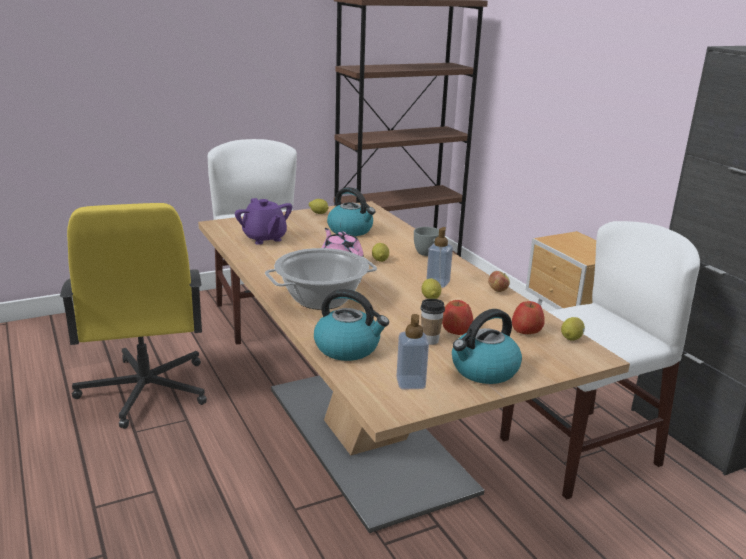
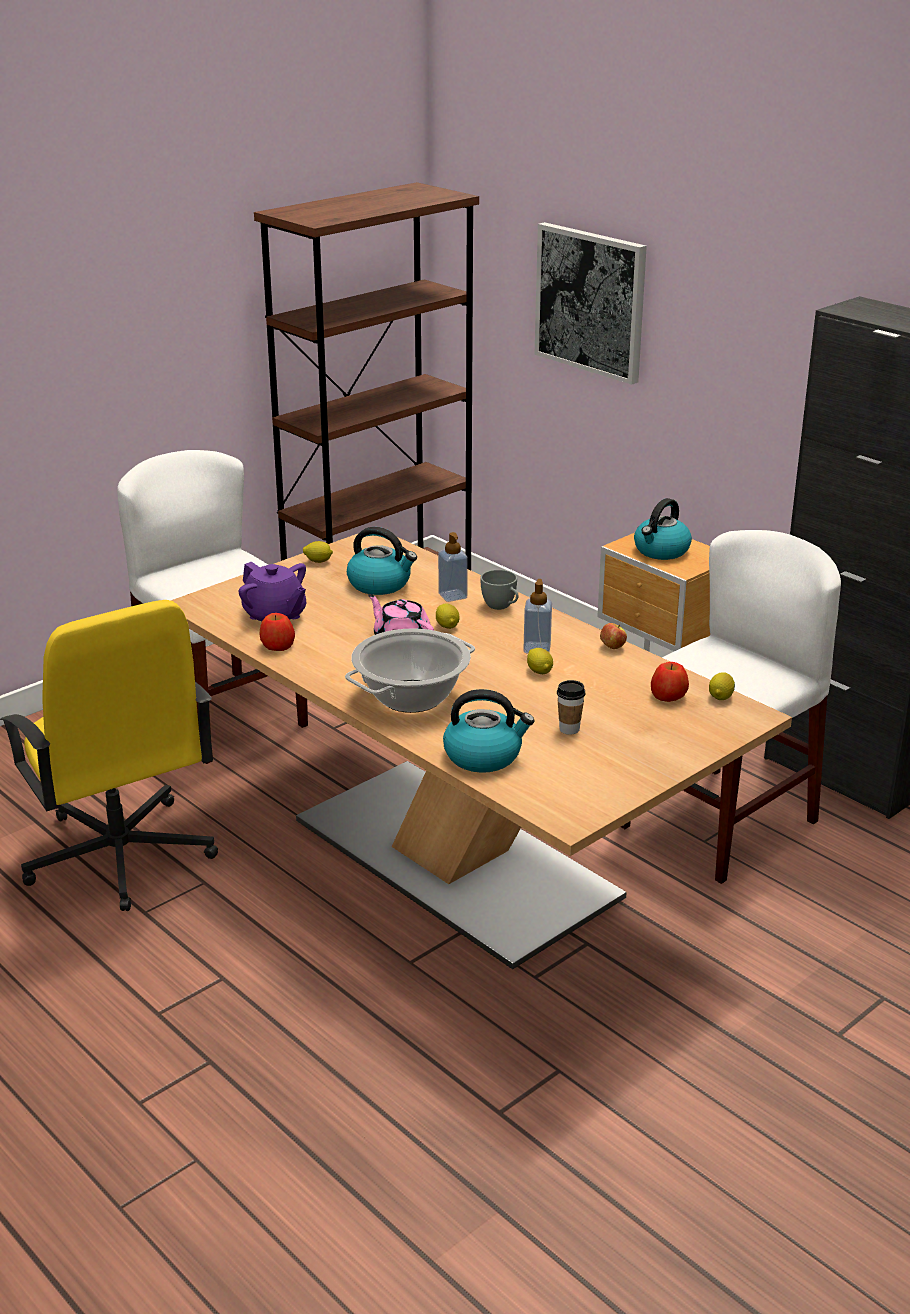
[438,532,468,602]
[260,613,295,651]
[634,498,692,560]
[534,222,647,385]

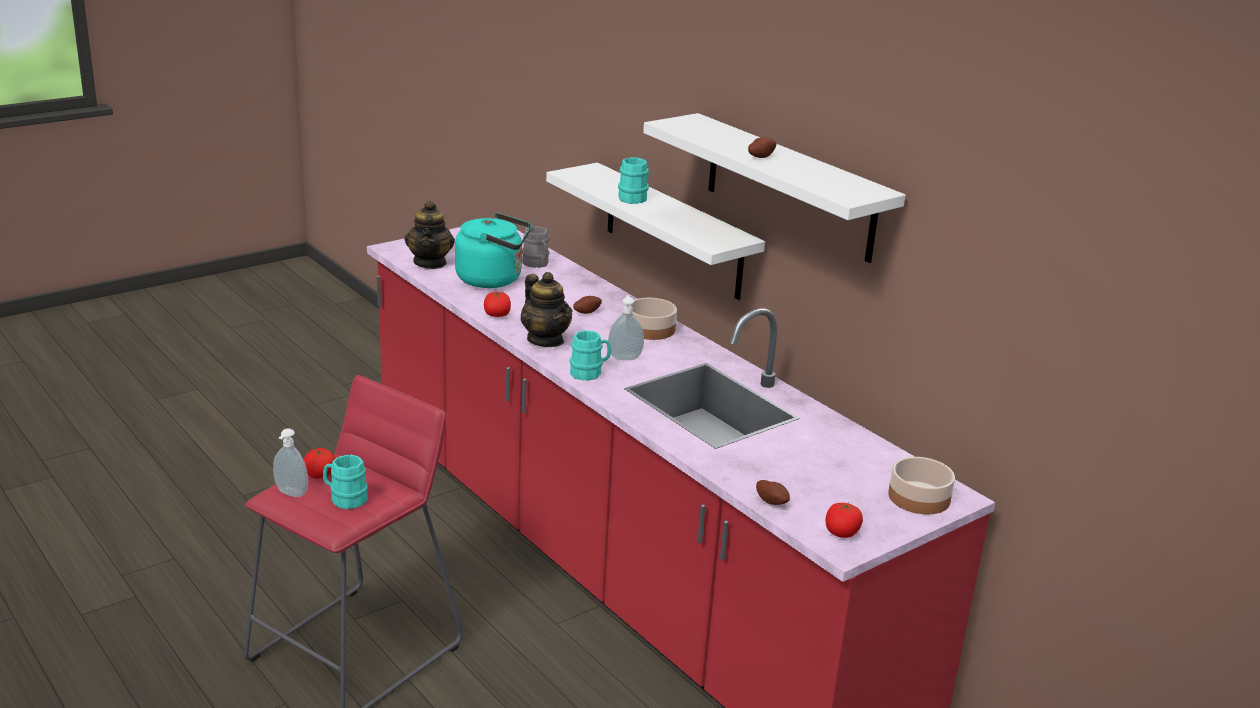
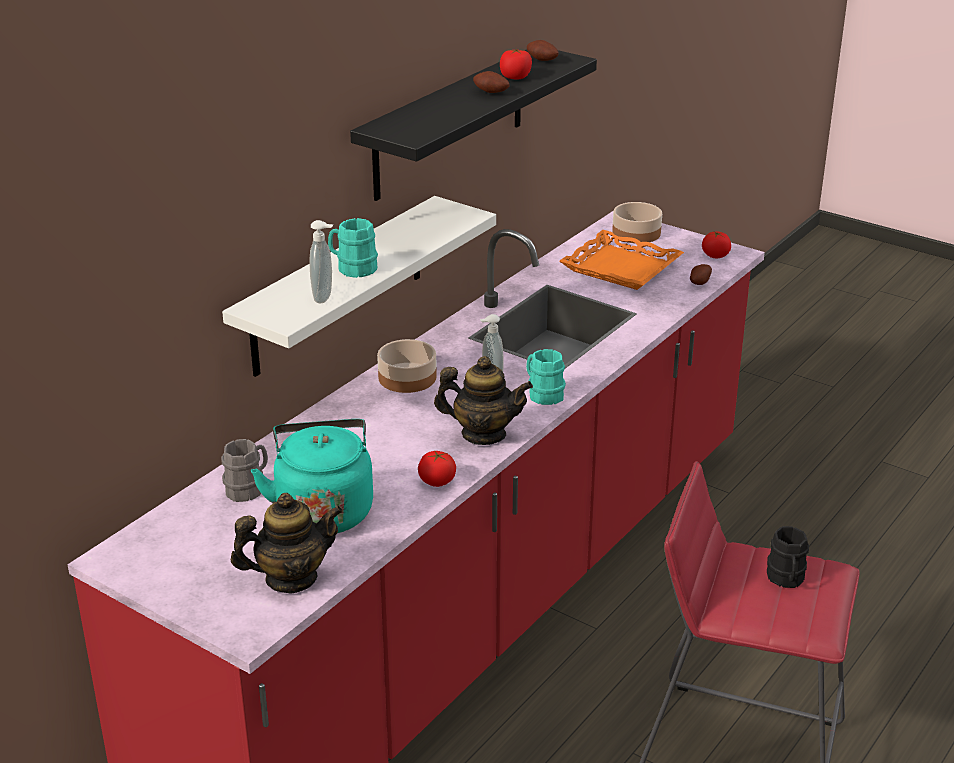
[309,220,333,303]
[500,48,532,80]
[767,526,809,588]
[434,356,533,445]
[527,40,559,61]
[350,49,597,201]
[559,230,684,290]

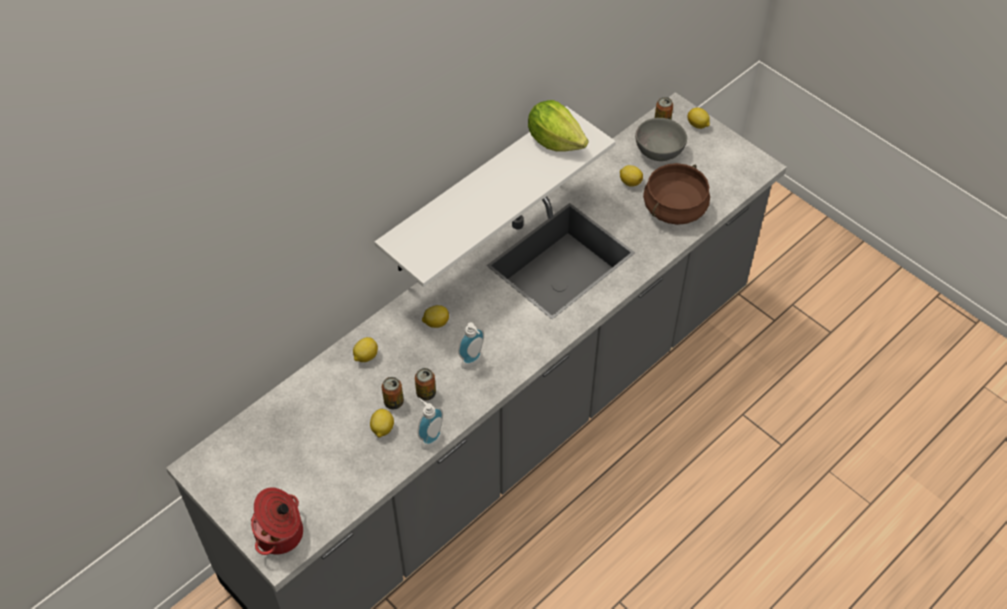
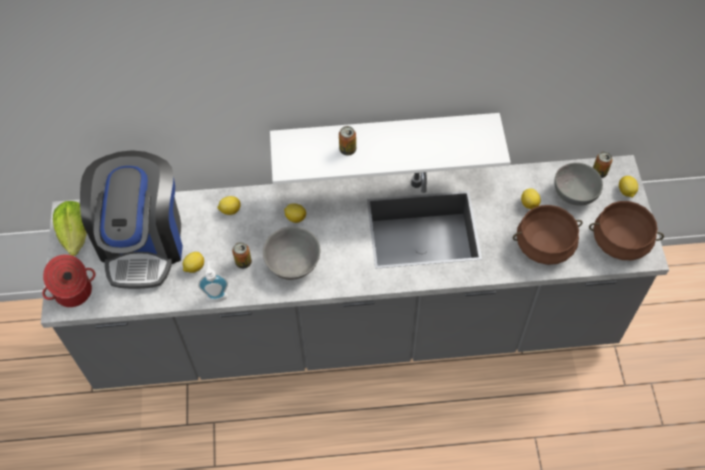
[339,126,356,156]
[263,227,320,280]
[53,201,87,256]
[80,150,183,289]
[589,201,664,260]

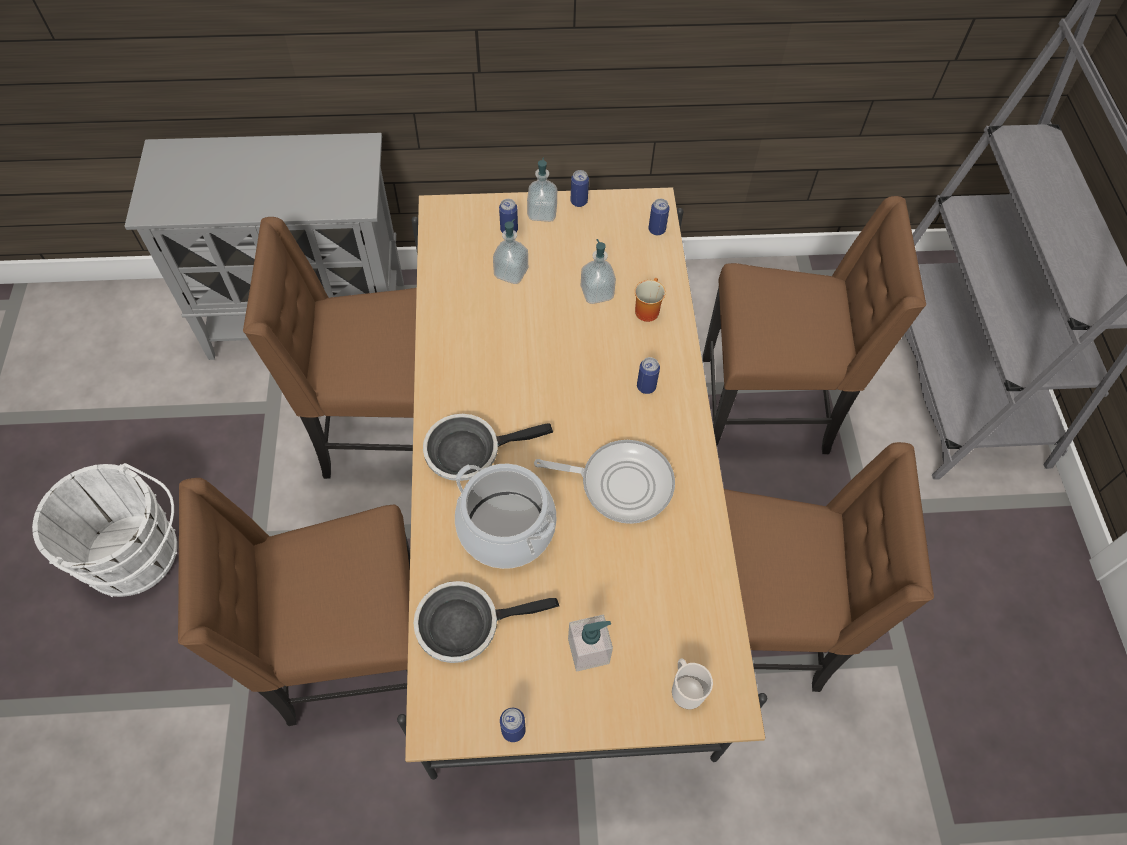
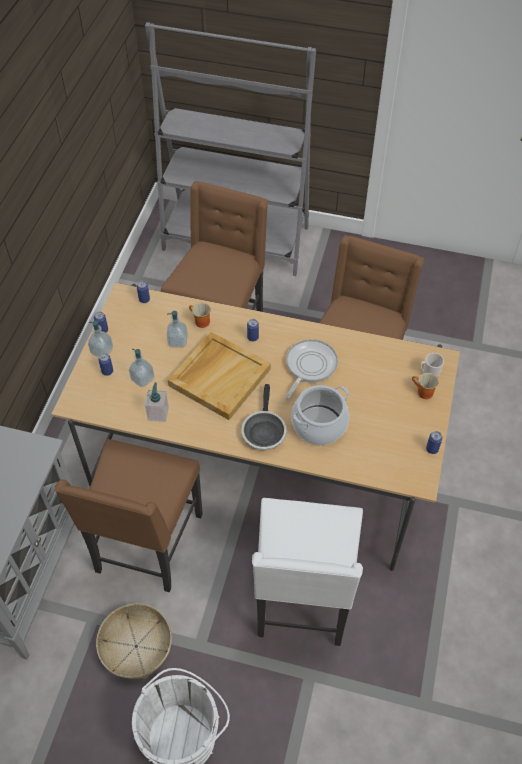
[252,498,363,646]
[413,581,559,663] (first image)
[145,382,169,422]
[96,603,172,679]
[168,332,271,420]
[412,373,439,399]

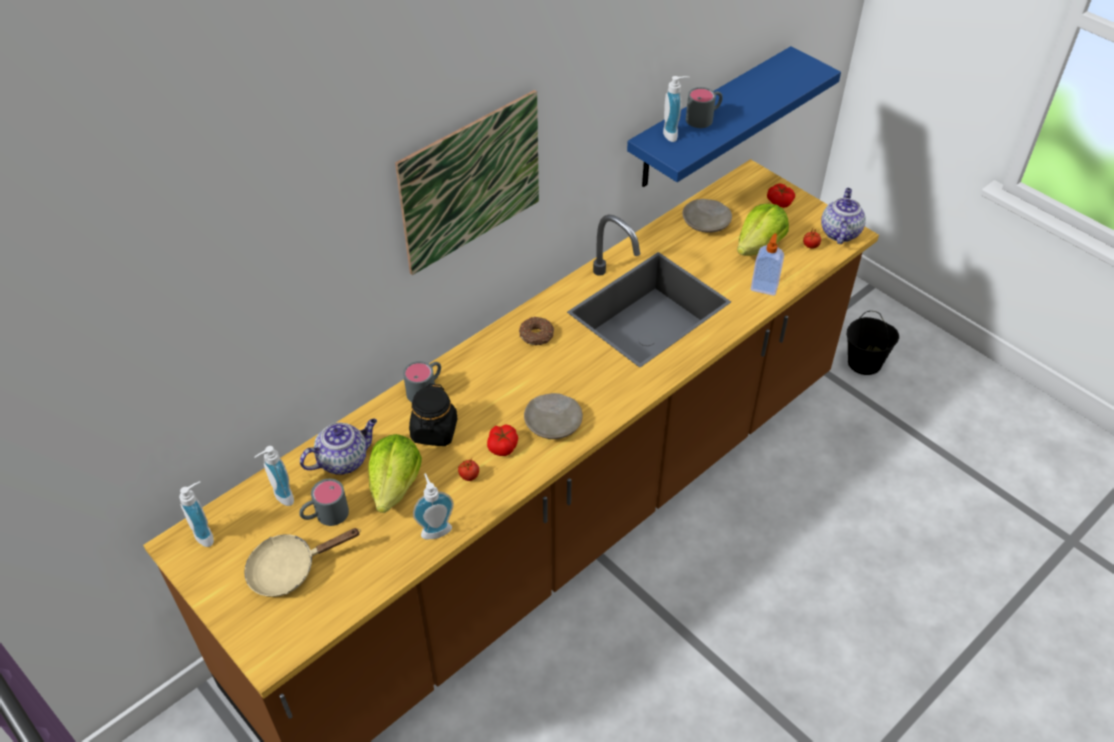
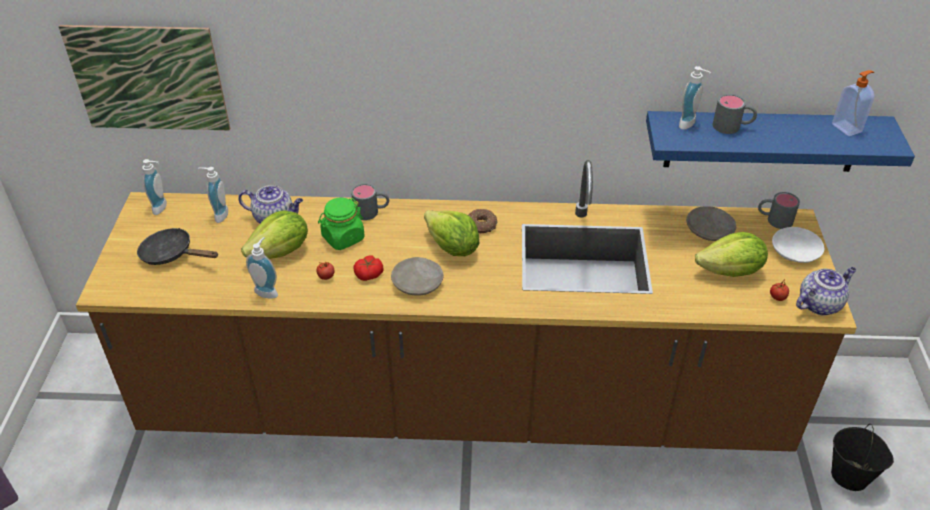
[137,228,218,265]
[758,192,800,229]
[59,25,230,130]
[318,198,365,250]
[832,70,874,136]
[772,227,824,263]
[424,210,480,256]

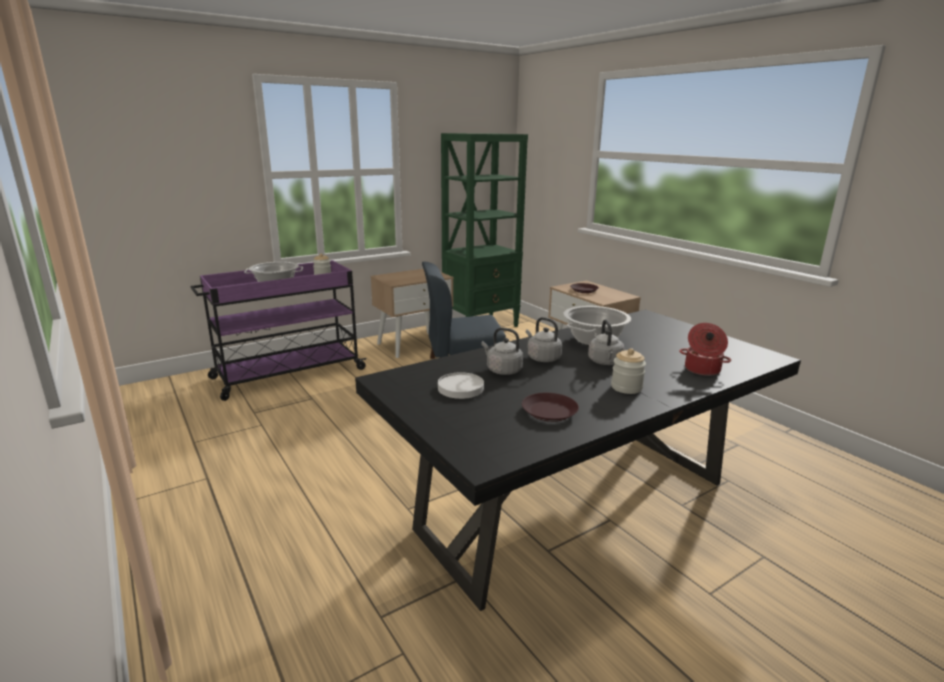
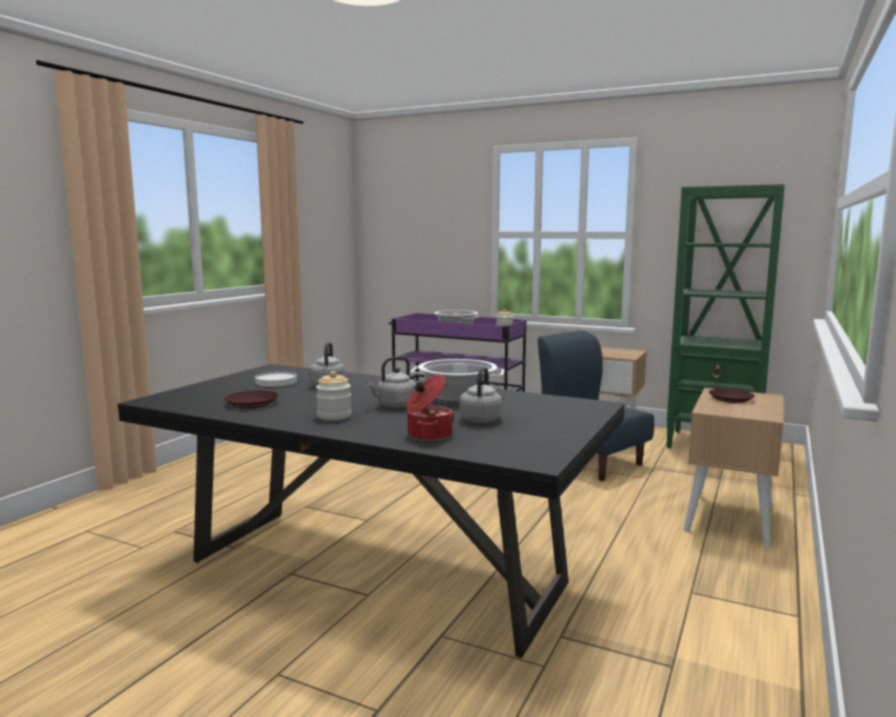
[459,367,502,423]

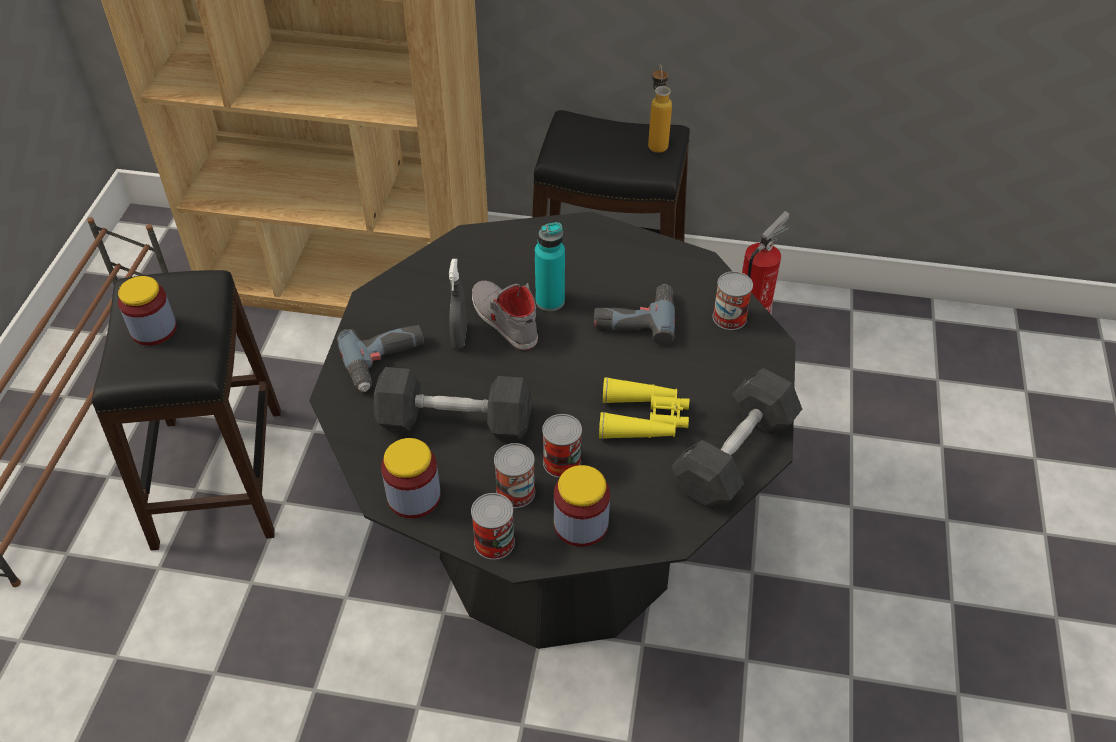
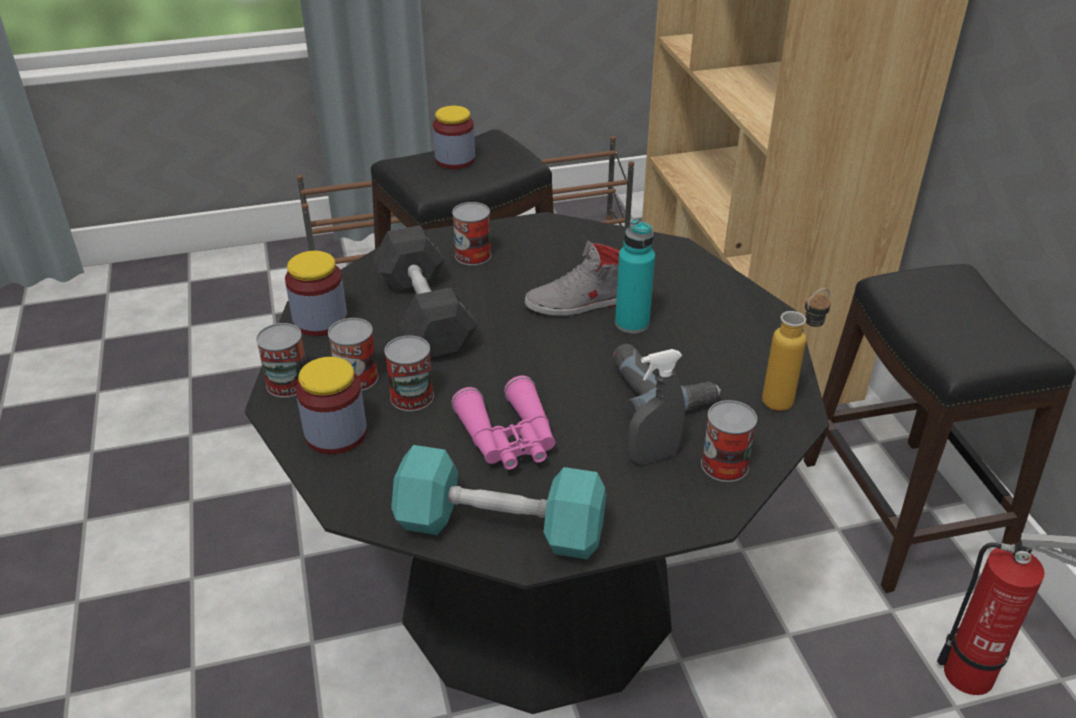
[452,202,491,266]
[628,349,685,465]
[525,241,620,316]
[452,376,555,470]
[762,288,831,411]
[391,445,606,559]

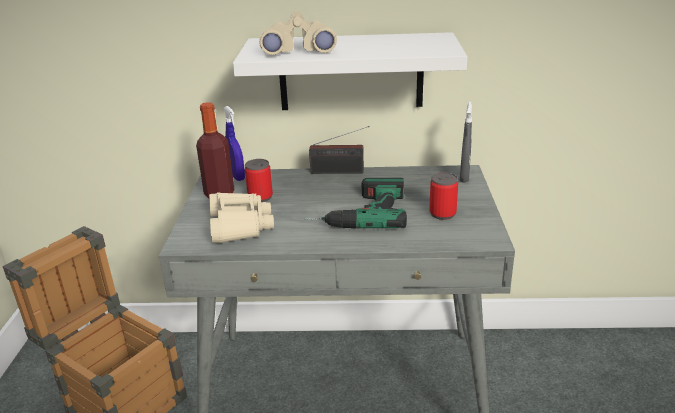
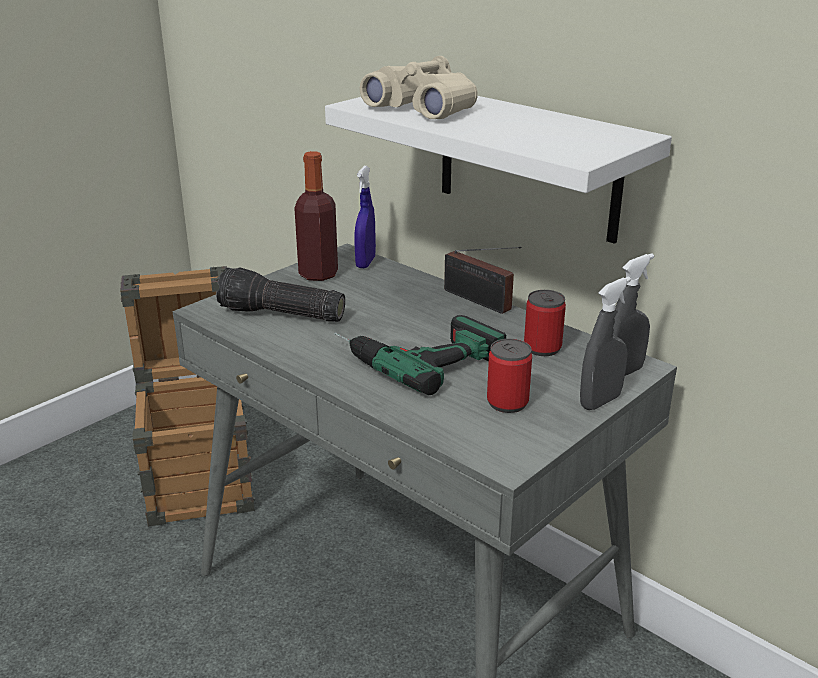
[216,267,345,322]
[524,290,566,356]
[580,277,631,410]

